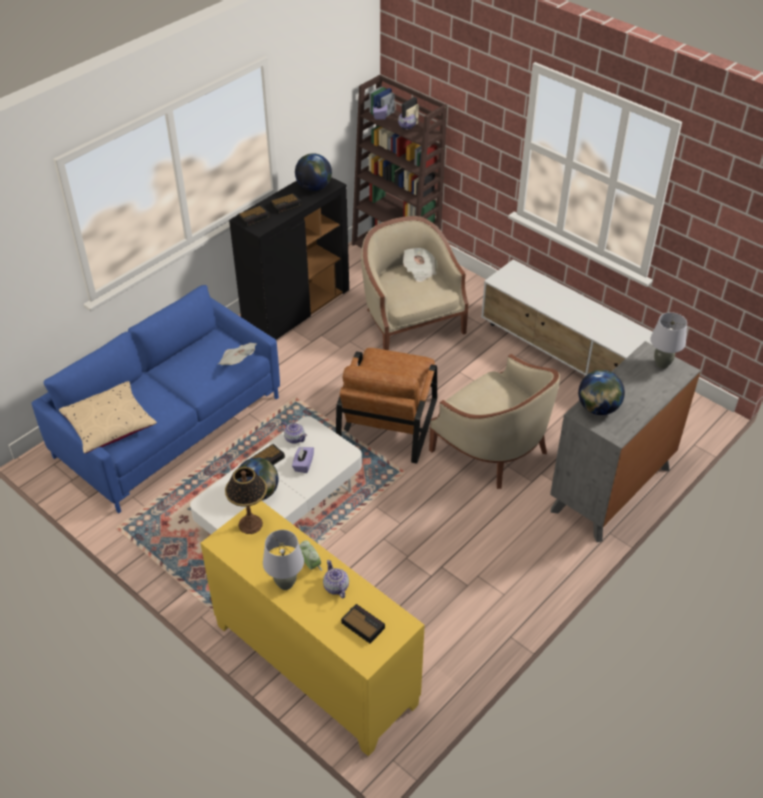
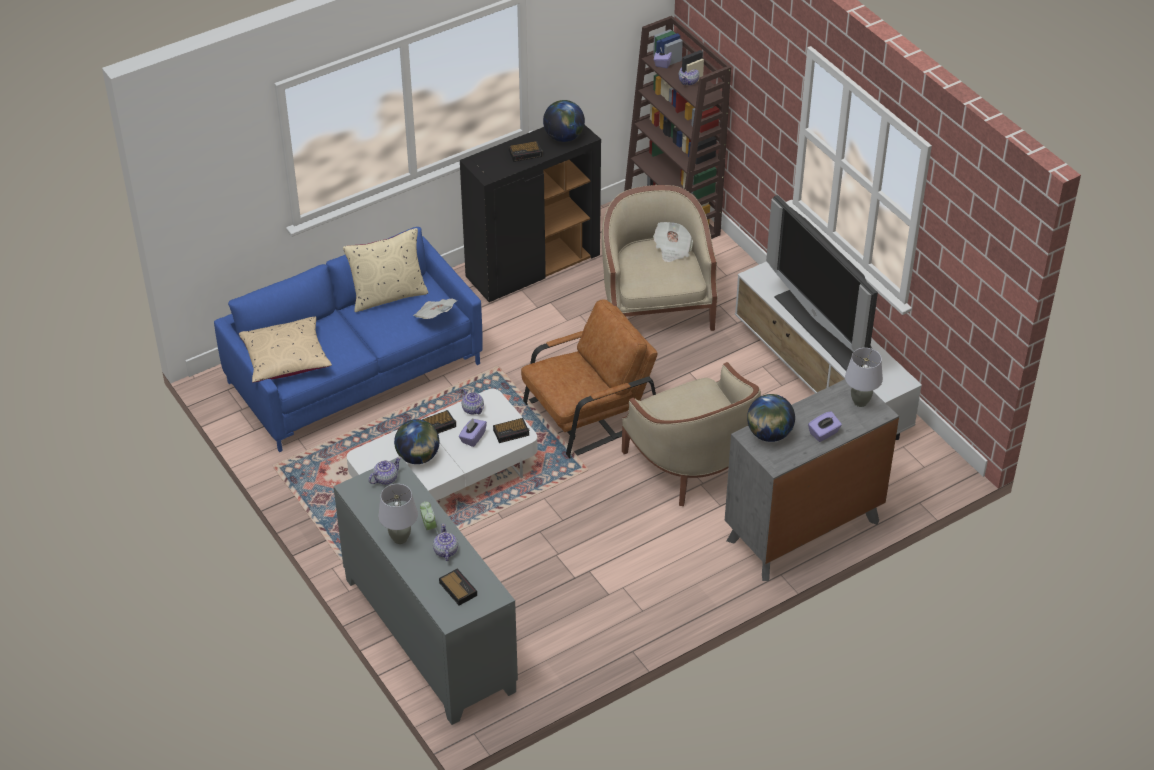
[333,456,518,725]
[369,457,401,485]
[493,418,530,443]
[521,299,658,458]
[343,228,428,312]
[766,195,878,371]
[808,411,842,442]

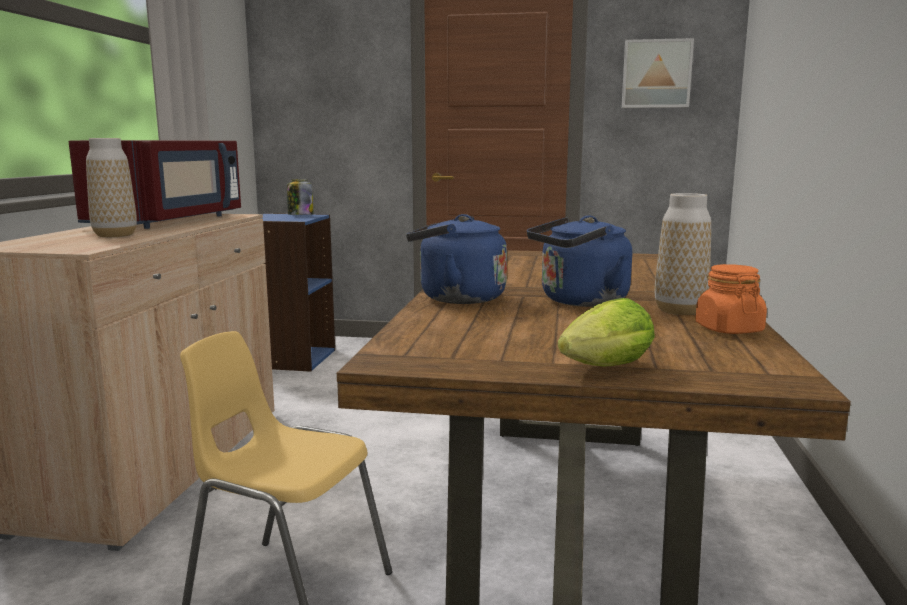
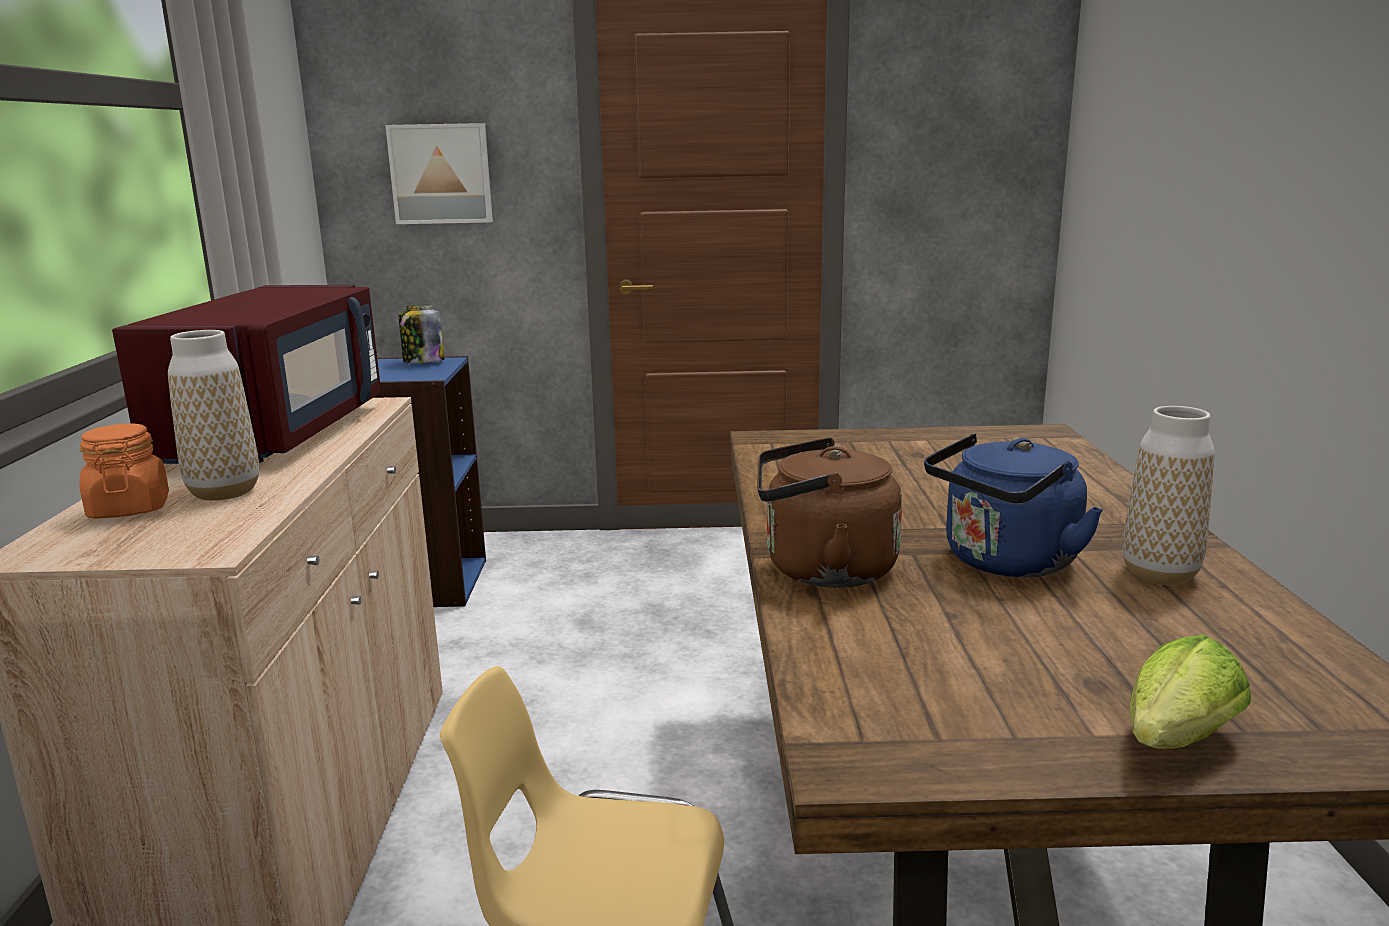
[757,438,902,588]
[385,123,493,224]
[79,424,169,519]

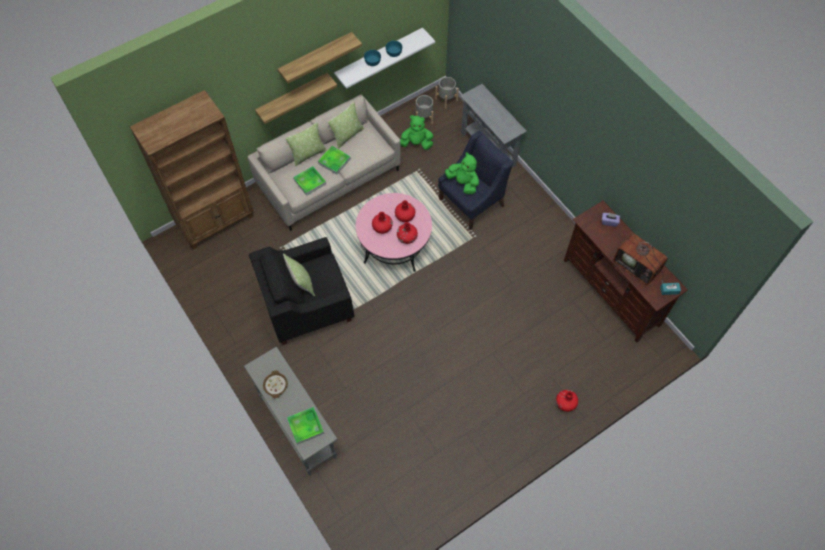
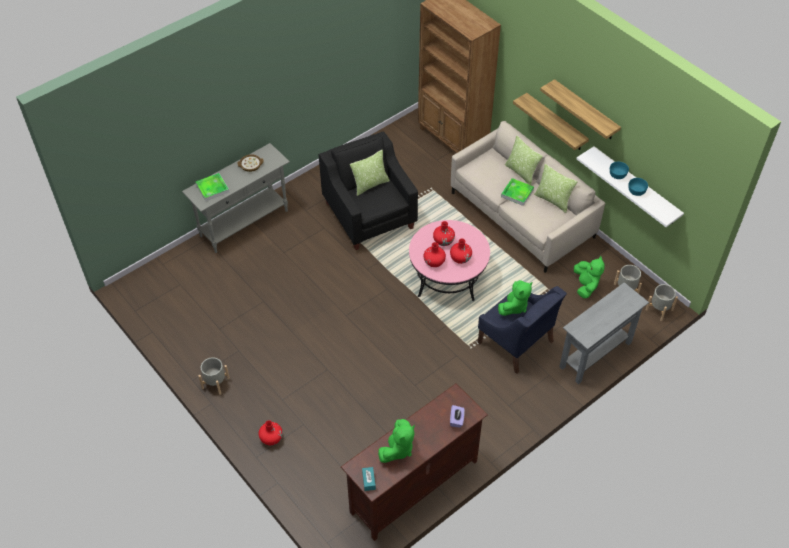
[293,166,326,196] (first image)
[378,419,415,463]
[198,357,230,395]

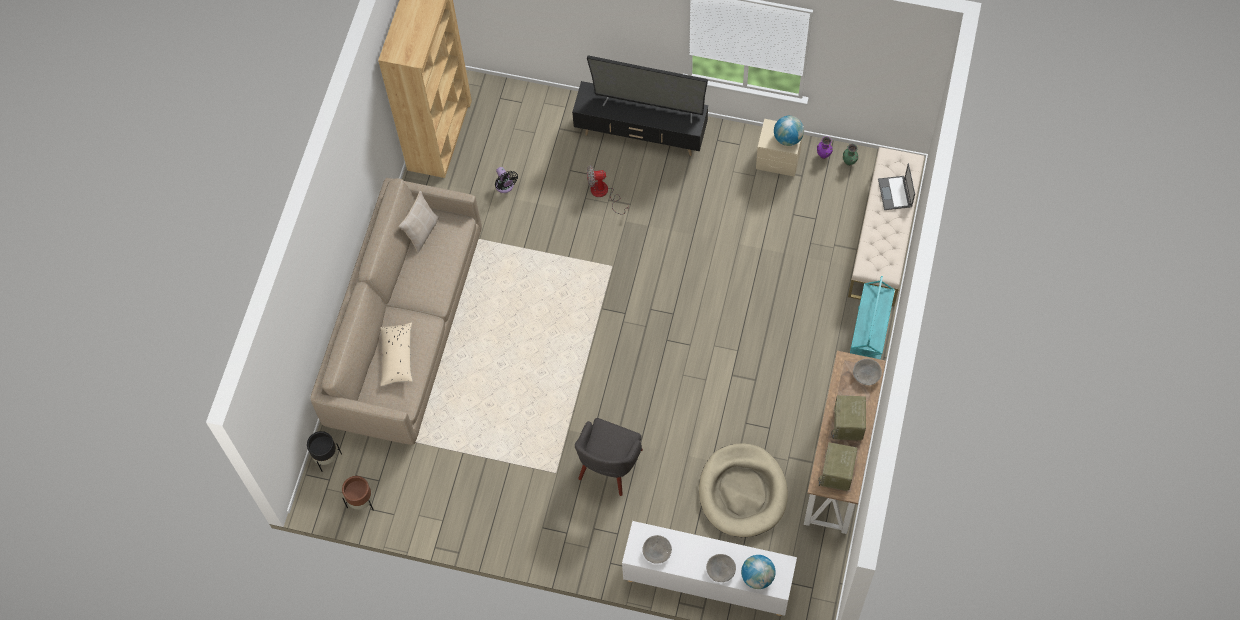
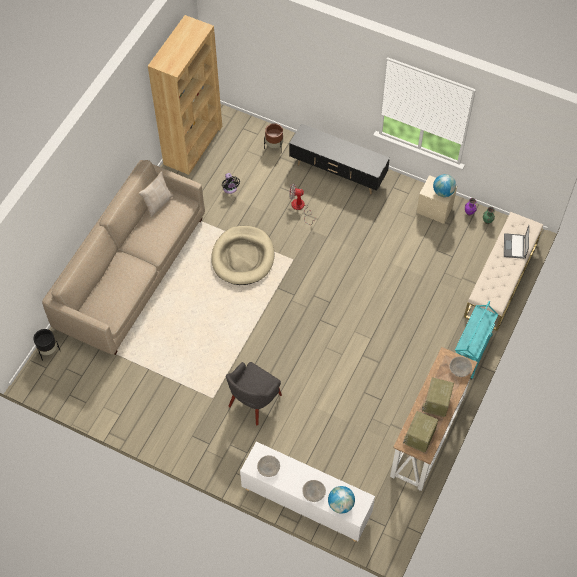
[264,123,283,153]
[380,322,413,386] (first image)
[587,56,708,123] (first image)
[211,226,274,285]

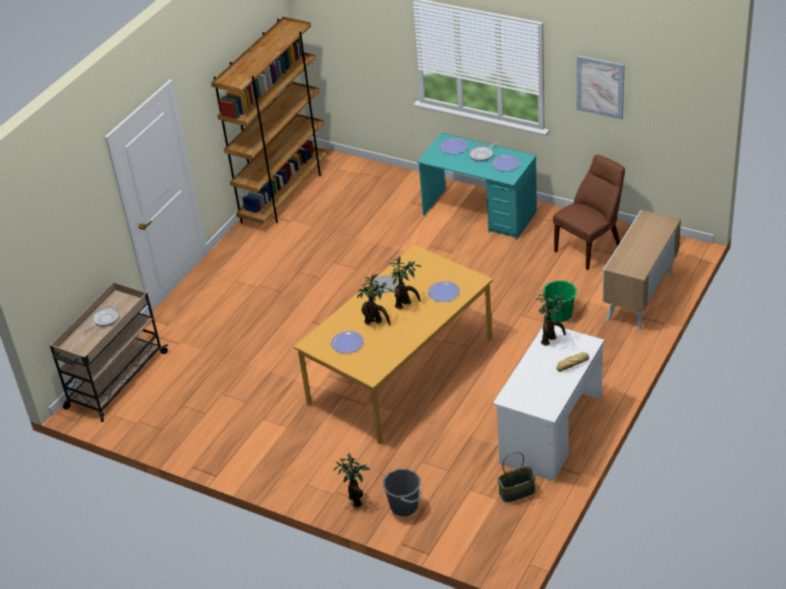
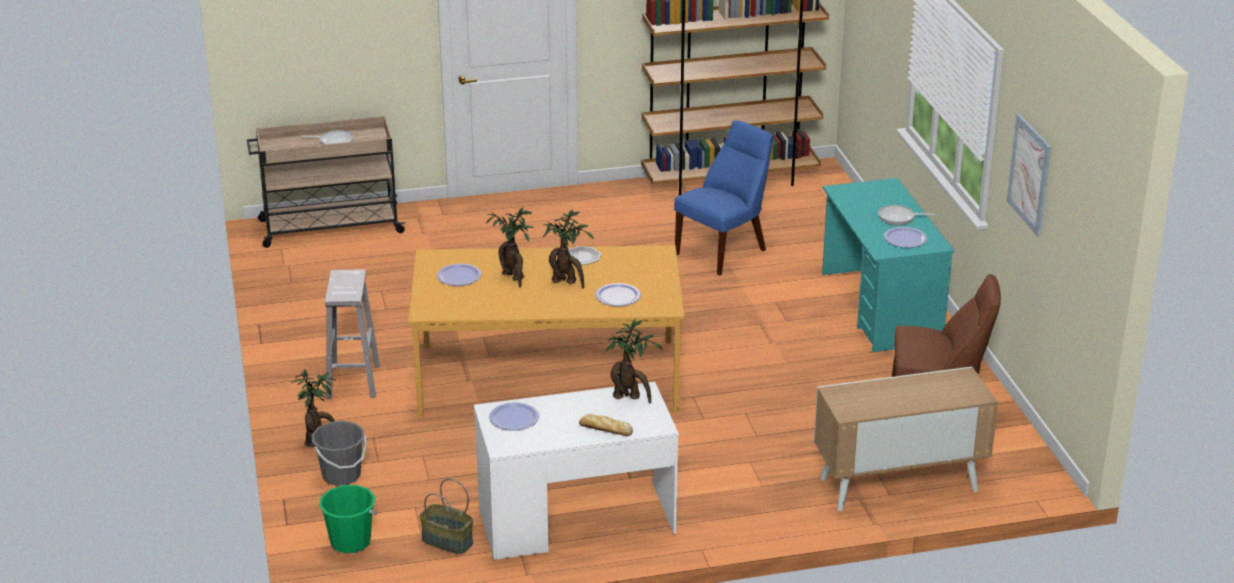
[489,402,539,431]
[319,485,377,553]
[325,269,380,399]
[674,120,773,275]

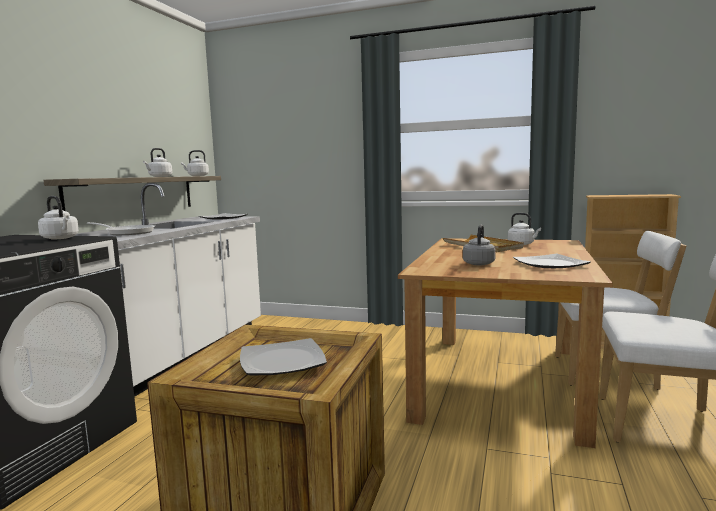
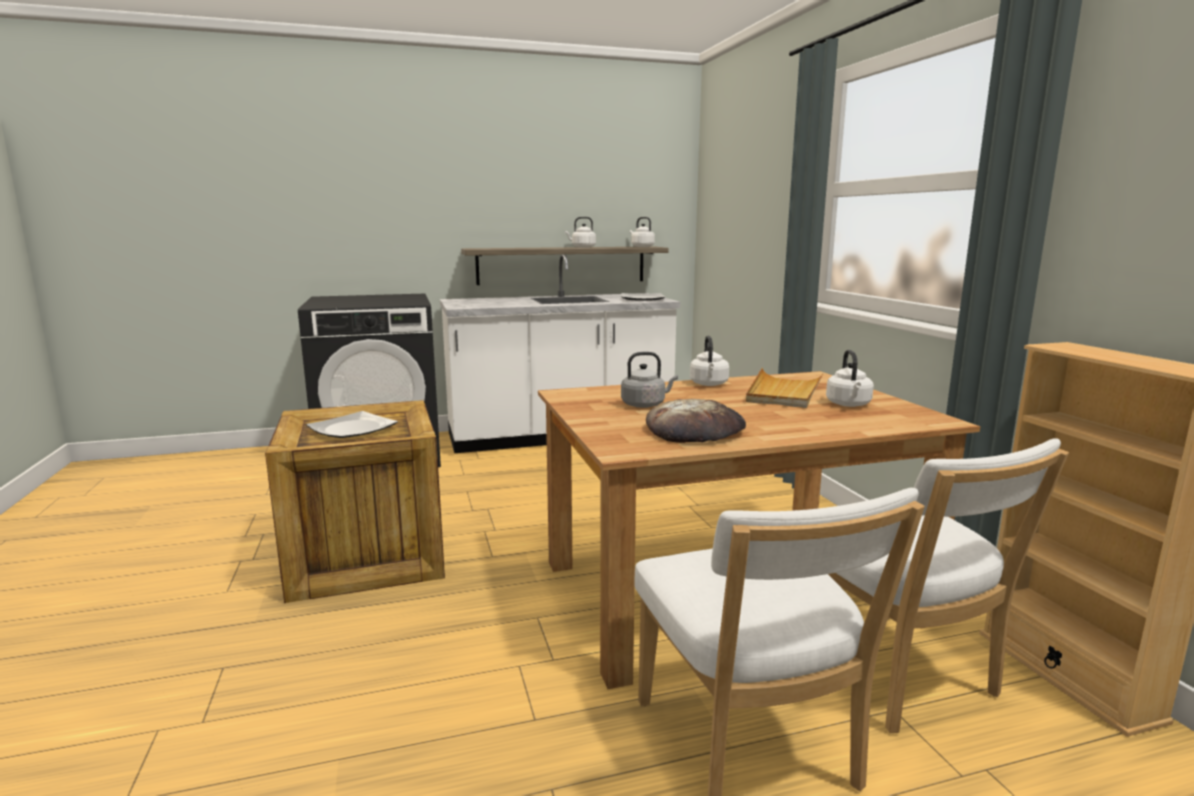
[690,336,729,386]
[87,222,155,235] (first image)
[646,399,746,443]

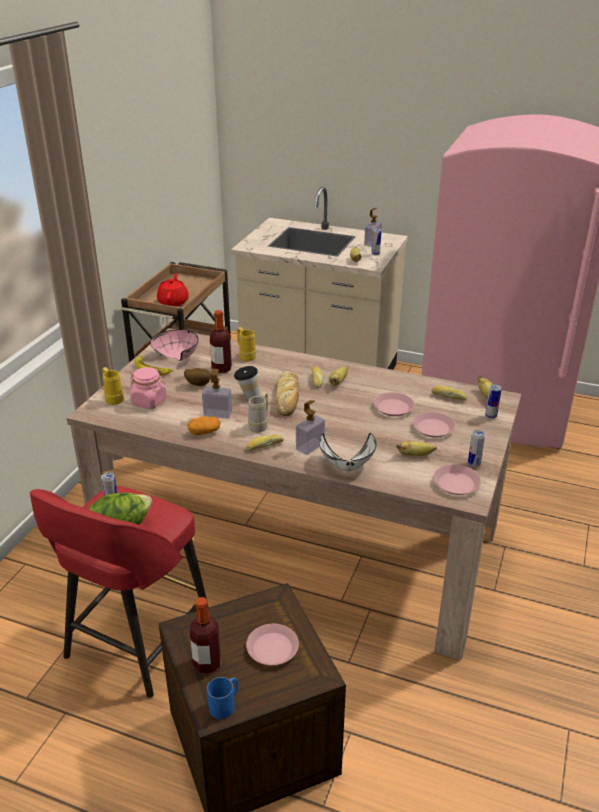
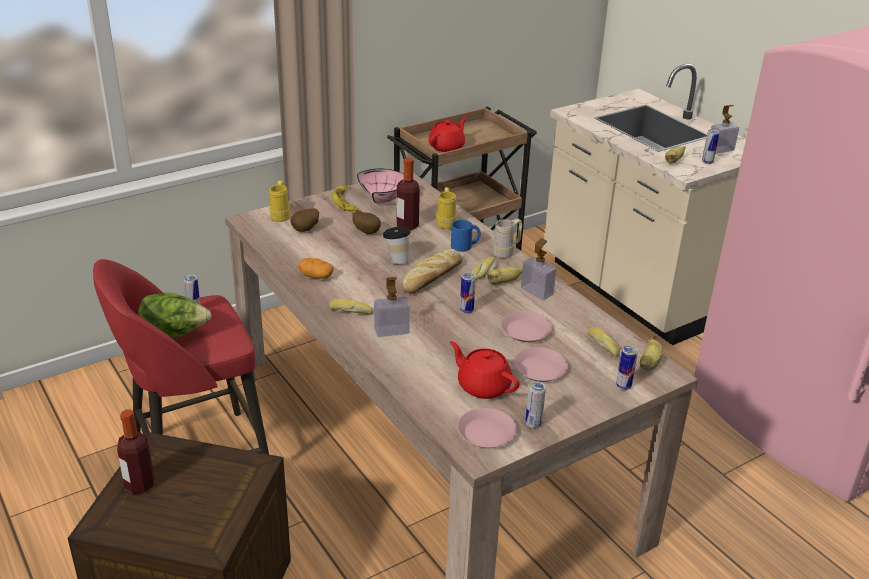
[290,208,319,232]
[521,238,557,300]
[451,220,481,252]
[246,624,299,665] (first image)
[493,219,522,258]
[319,433,376,471] (first image)
[450,341,520,399]
[460,272,476,314]

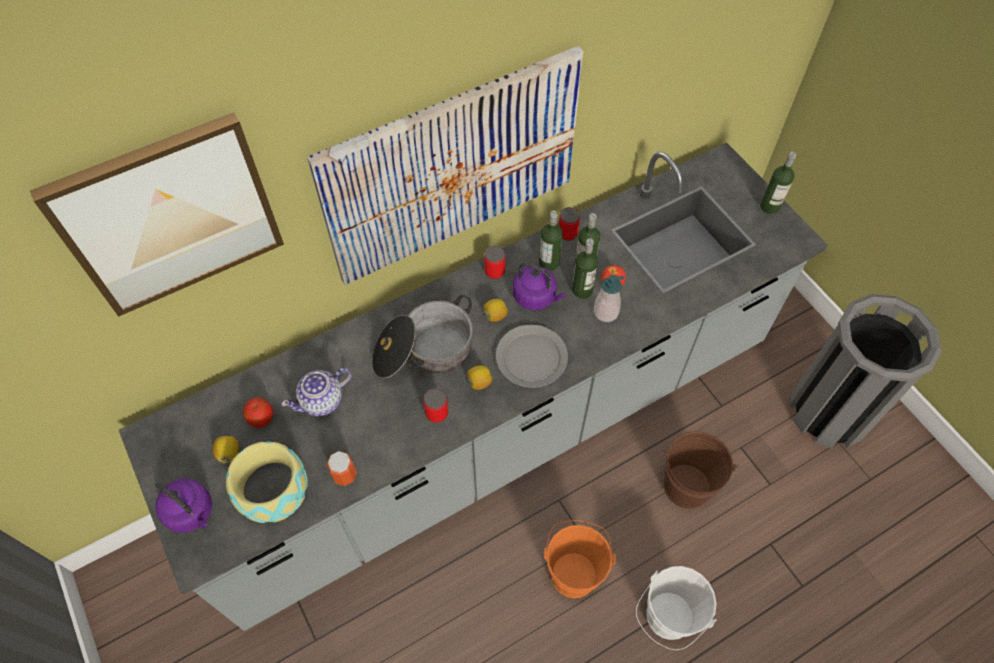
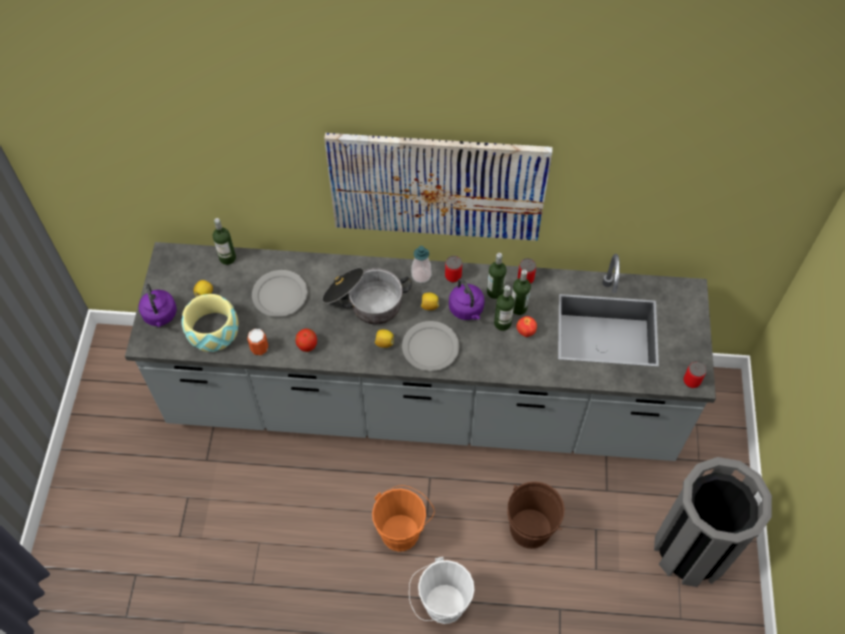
[30,112,284,317] (first image)
[296,328,317,352]
[252,270,308,317]
[683,361,707,388]
[411,246,432,283]
[213,218,236,265]

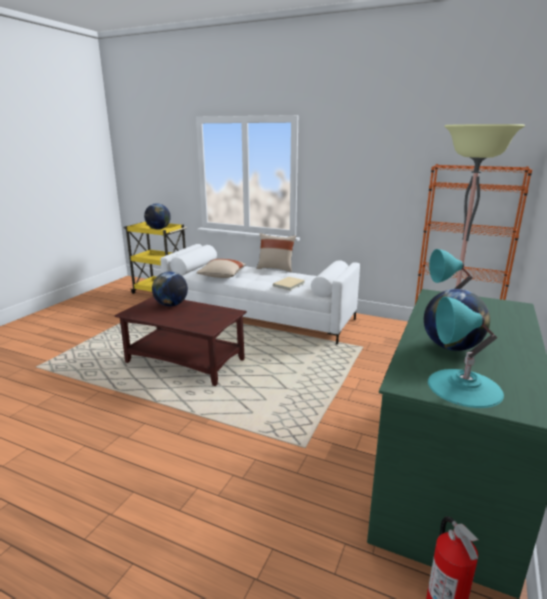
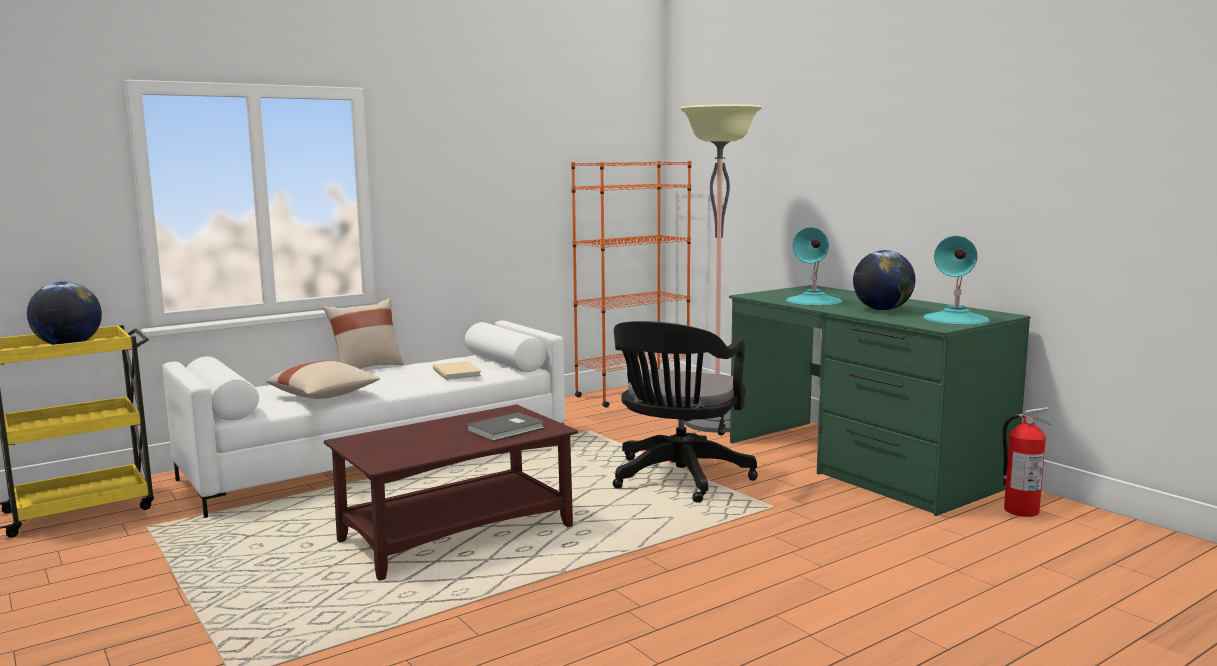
[152,271,188,307] (first image)
[467,412,544,441]
[613,321,758,503]

